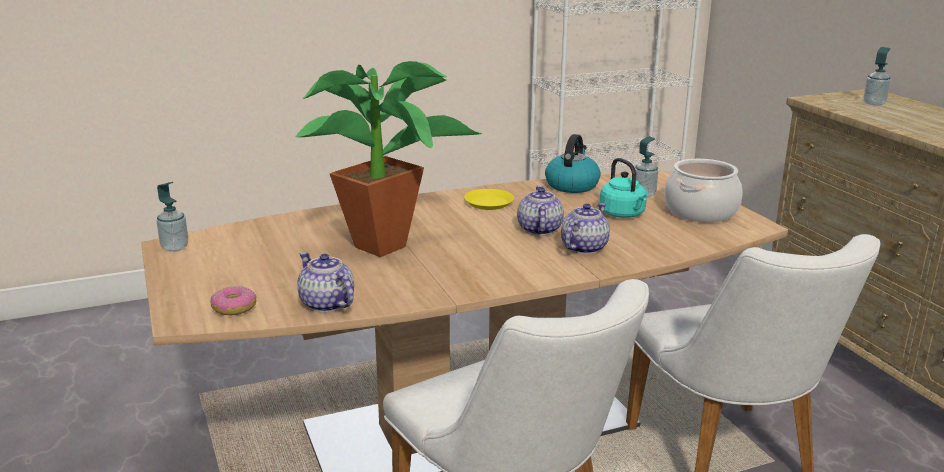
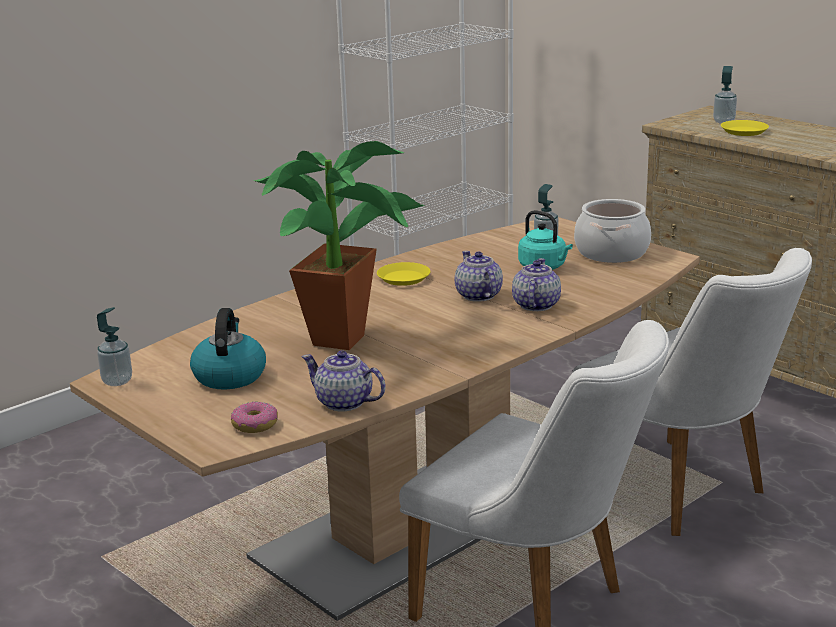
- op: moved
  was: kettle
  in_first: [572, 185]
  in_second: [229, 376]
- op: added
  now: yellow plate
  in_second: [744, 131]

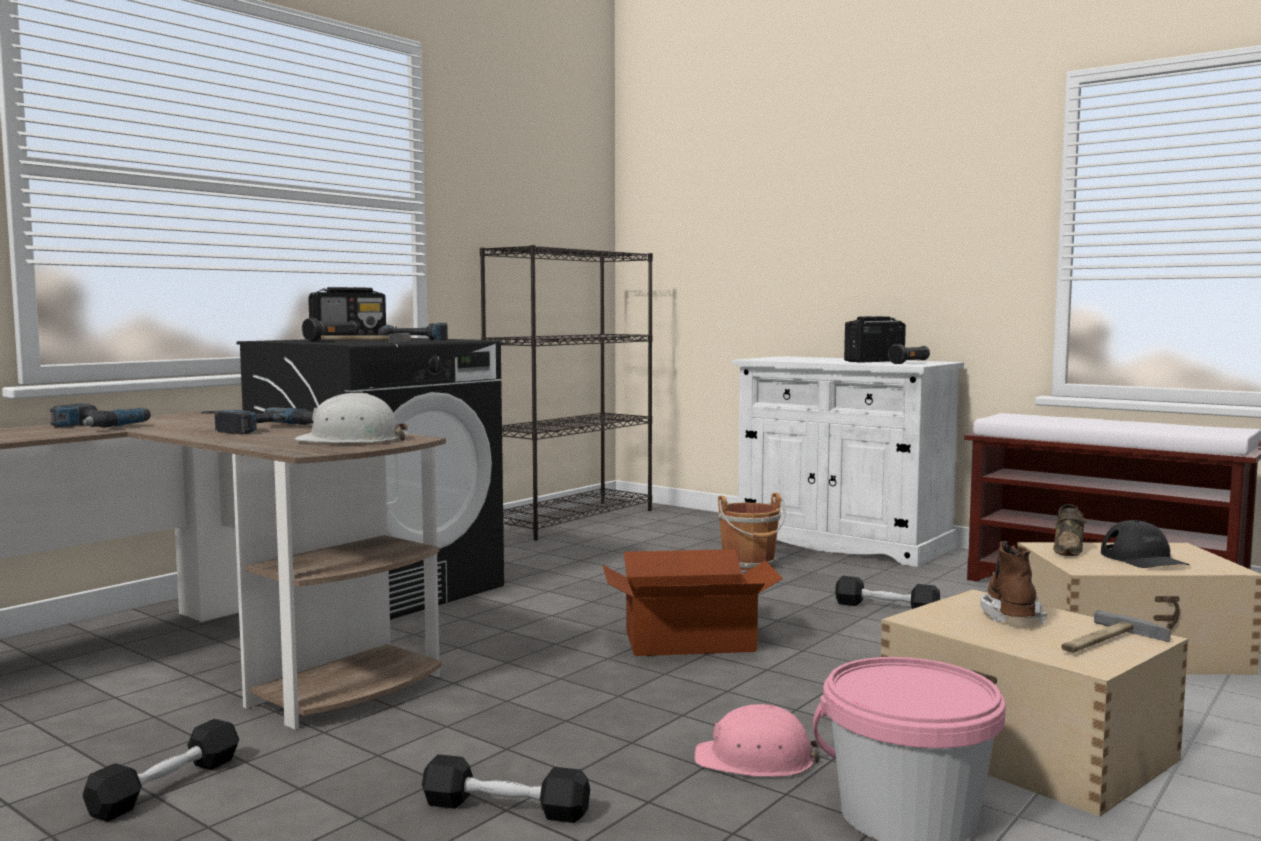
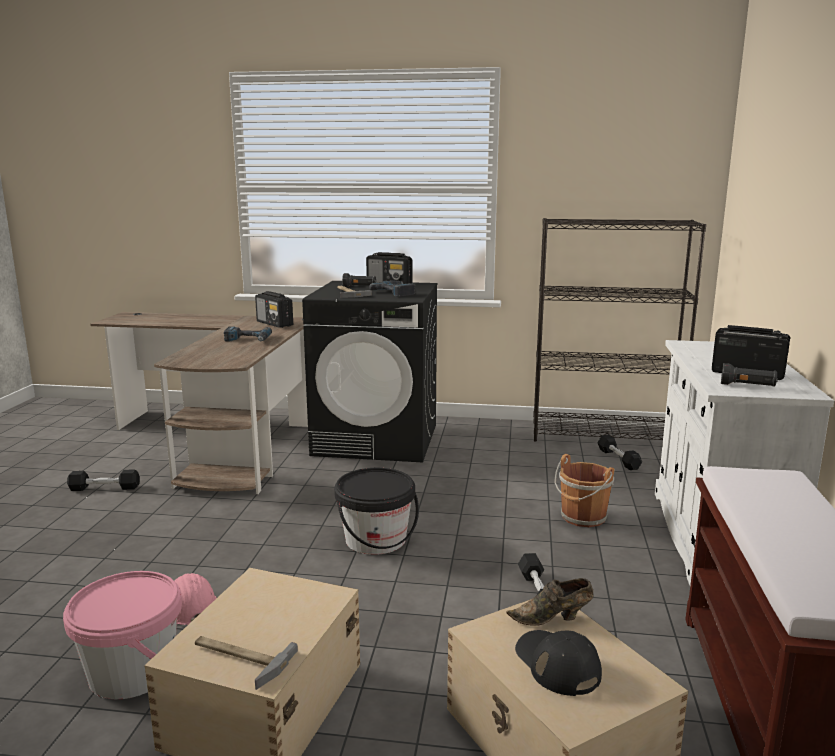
- op: removed
  was: power drill
  in_first: [92, 427]
- op: removed
  was: white hard hat
  in_first: [350, 440]
- op: moved
  was: black dumbbell
  in_first: [505, 808]
  in_second: [618, 459]
- op: replaced
  was: cardboard box
  now: black bucket
  in_first: [688, 641]
  in_second: [376, 539]
- op: removed
  was: brown boot
  in_first: [1011, 614]
- op: turned
  was: black cap
  in_first: [1143, 559]
  in_second: [557, 664]
  clockwise: 105
- op: added
  now: radio
  in_second: [275, 324]

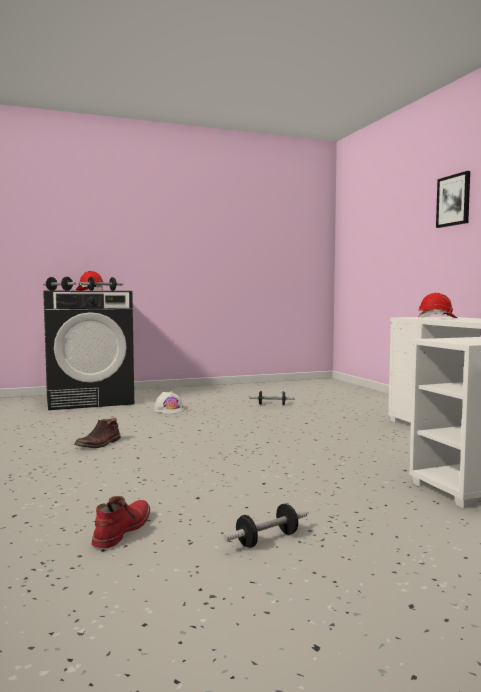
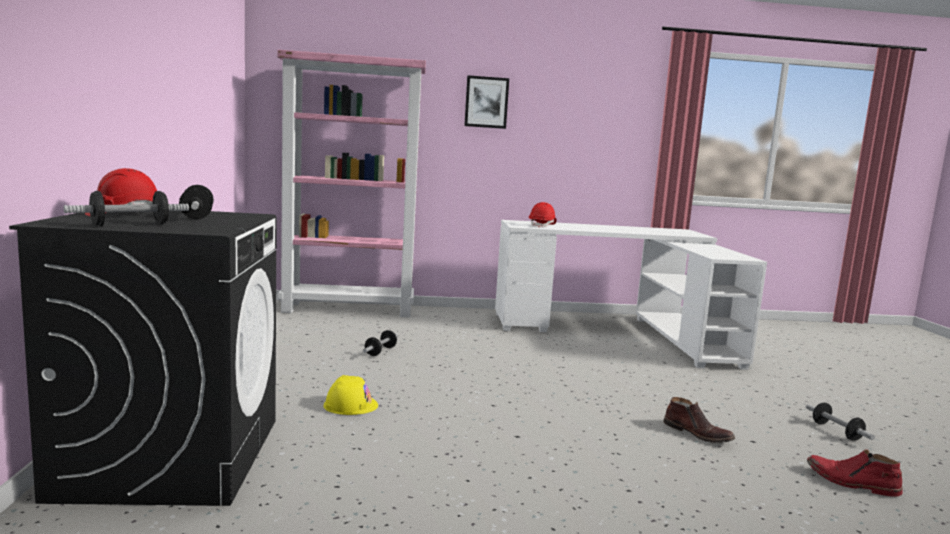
- op: moved
  was: brown boot
  in_first: [99, 444]
  in_second: [698, 433]
- op: recoloured
  was: white hard hat
  now: yellow hard hat
  in_first: [169, 410]
  in_second: [350, 405]
- op: added
  now: pink bookcase
  in_second: [349, 309]

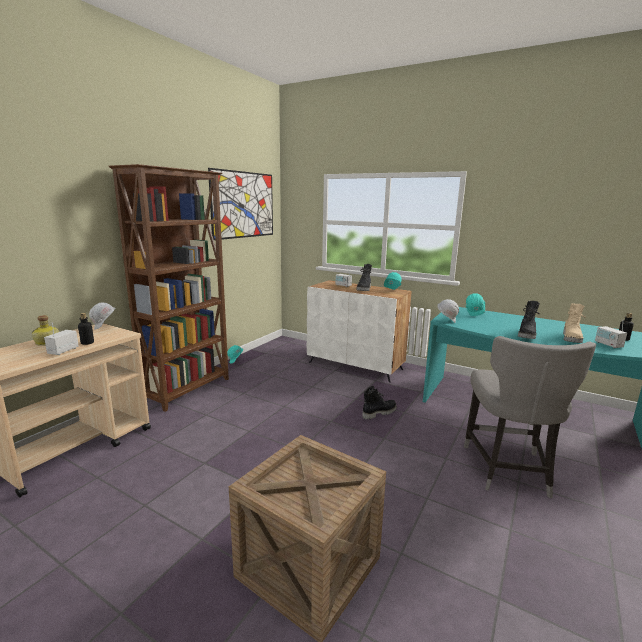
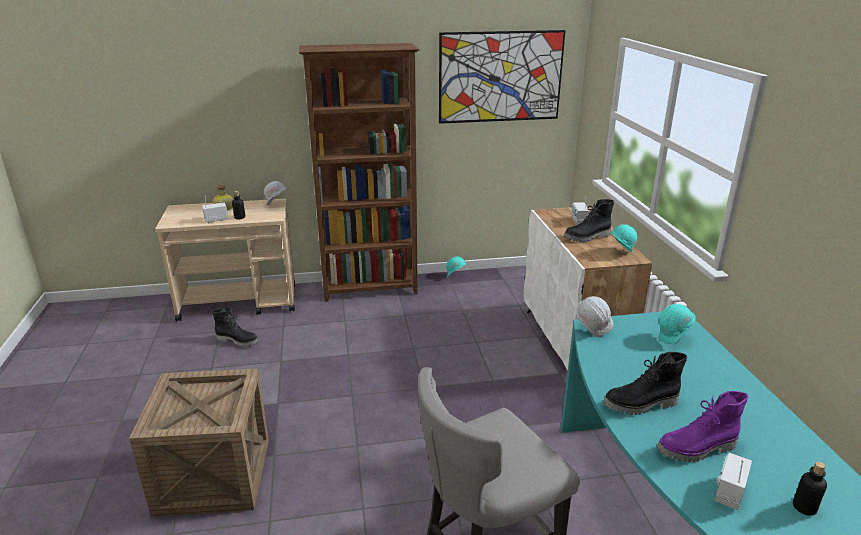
- op: moved
  was: black boot
  in_first: [379, 413]
  in_second: [238, 341]
- op: recoloured
  was: beige boot
  now: purple boot
  in_first: [572, 339]
  in_second: [697, 450]

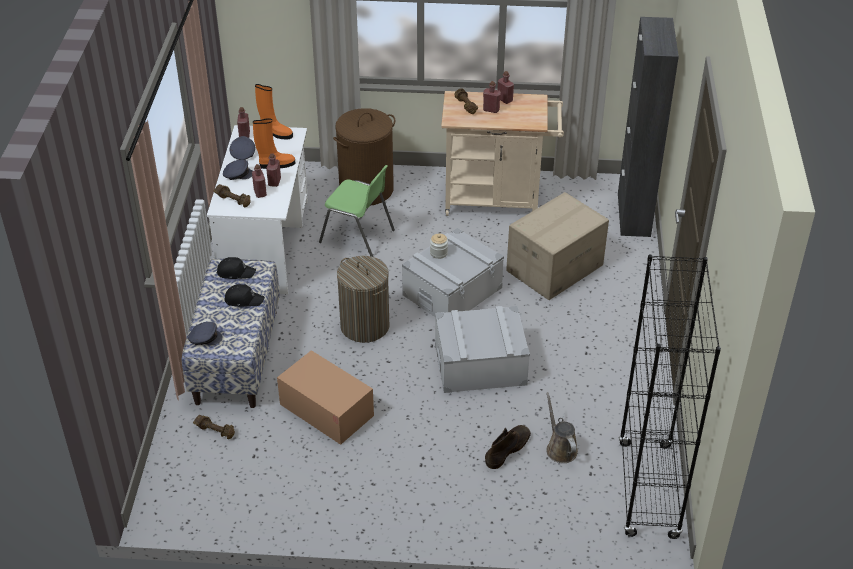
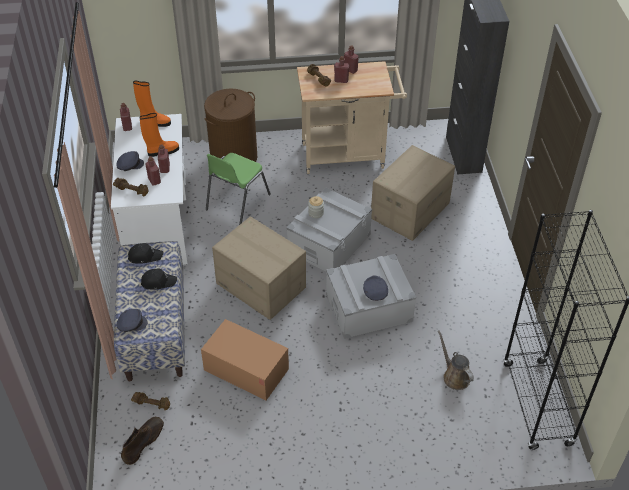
- op: moved
  was: grey cap
  in_first: [243, 153]
  in_second: [374, 292]
- op: turned
  was: green chair
  in_first: [358, 236]
  in_second: [236, 202]
  clockwise: 105
- op: replaced
  was: laundry basket
  now: cardboard box
  in_first: [365, 326]
  in_second: [261, 285]
- op: moved
  was: brown boot
  in_first: [508, 449]
  in_second: [143, 442]

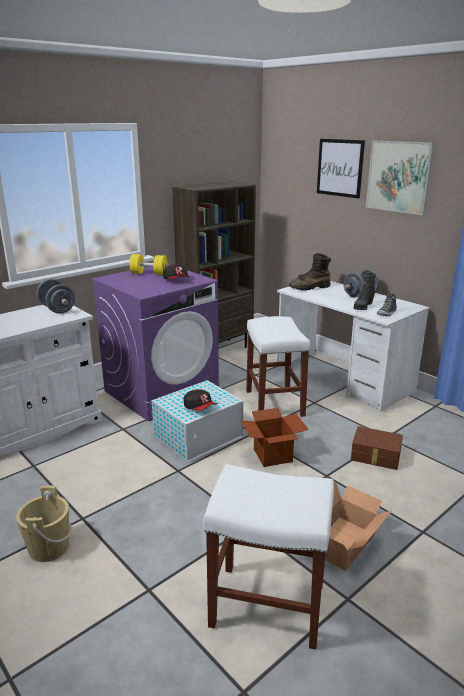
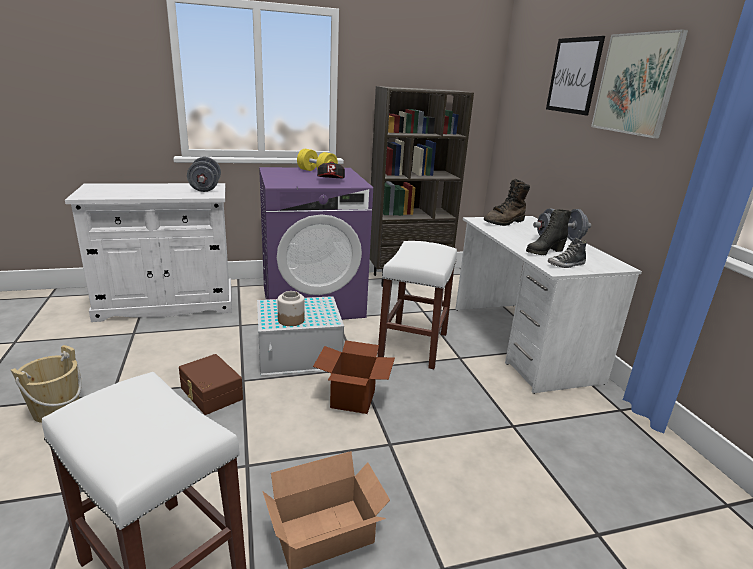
- op: replaced
  was: cap
  now: jar
  in_first: [200, 408]
  in_second: [291, 320]
- op: turned
  was: brown boot
  in_first: [310, 288]
  in_second: [505, 222]
  clockwise: -45
- op: moved
  was: brown storage box
  in_first: [375, 456]
  in_second: [210, 394]

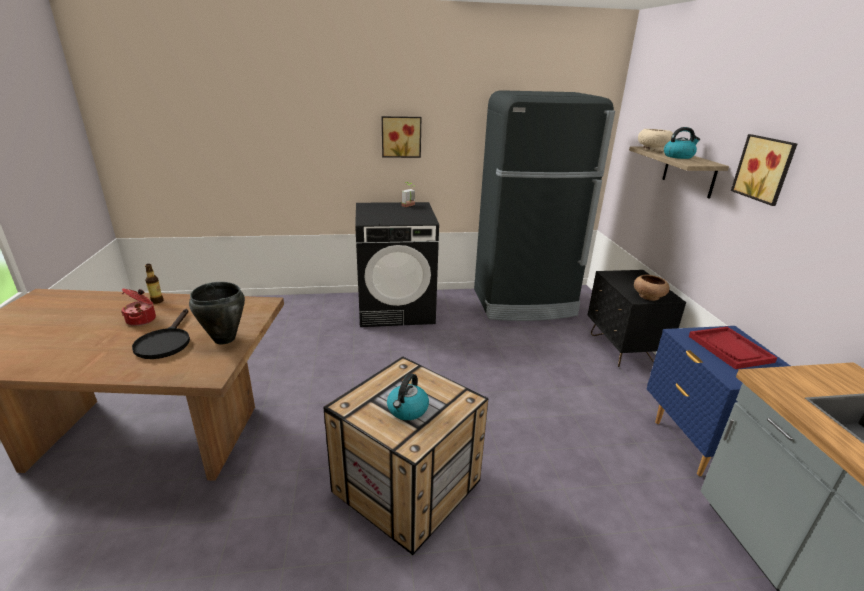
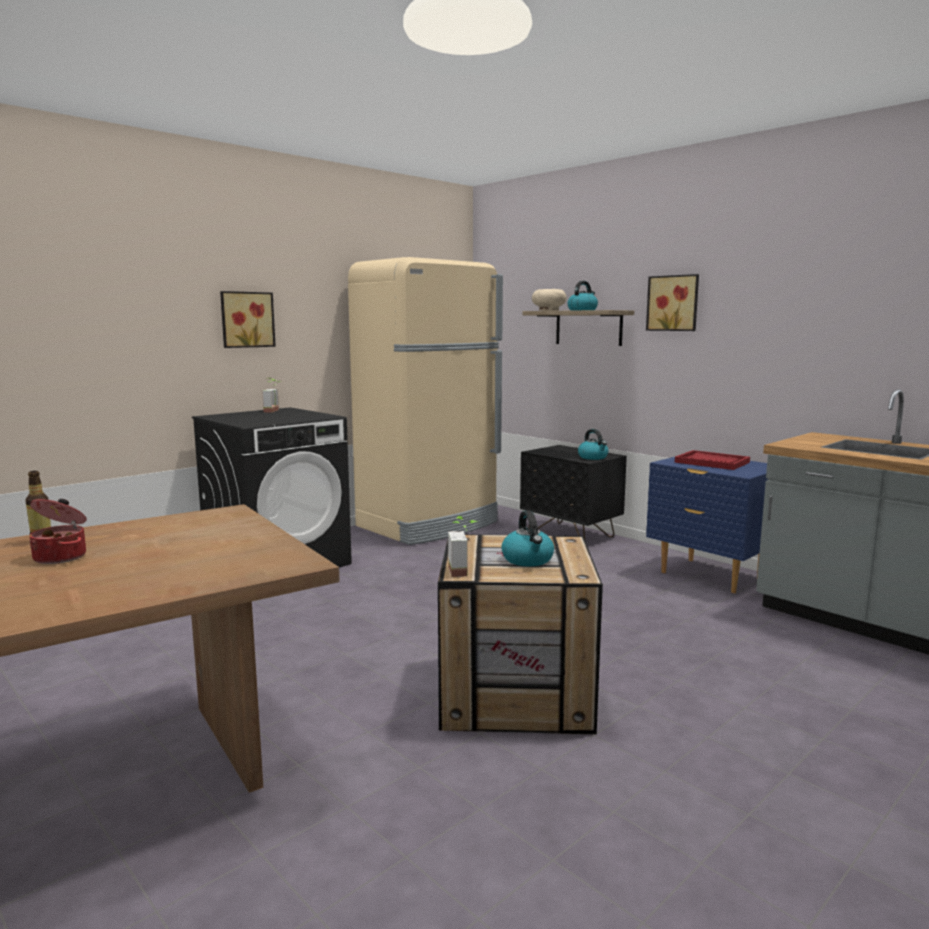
- op: removed
  was: black frying pan
  in_first: [165, 342]
- op: removed
  was: black cooking pot
  in_first: [224, 339]
- op: recoloured
  was: black fridge
  now: beige fridge
  in_first: [524, 303]
  in_second: [429, 525]
- op: replaced
  was: brown bowl
  now: kettle
  in_first: [648, 296]
  in_second: [593, 457]
- op: added
  now: potted plant
  in_second: [464, 570]

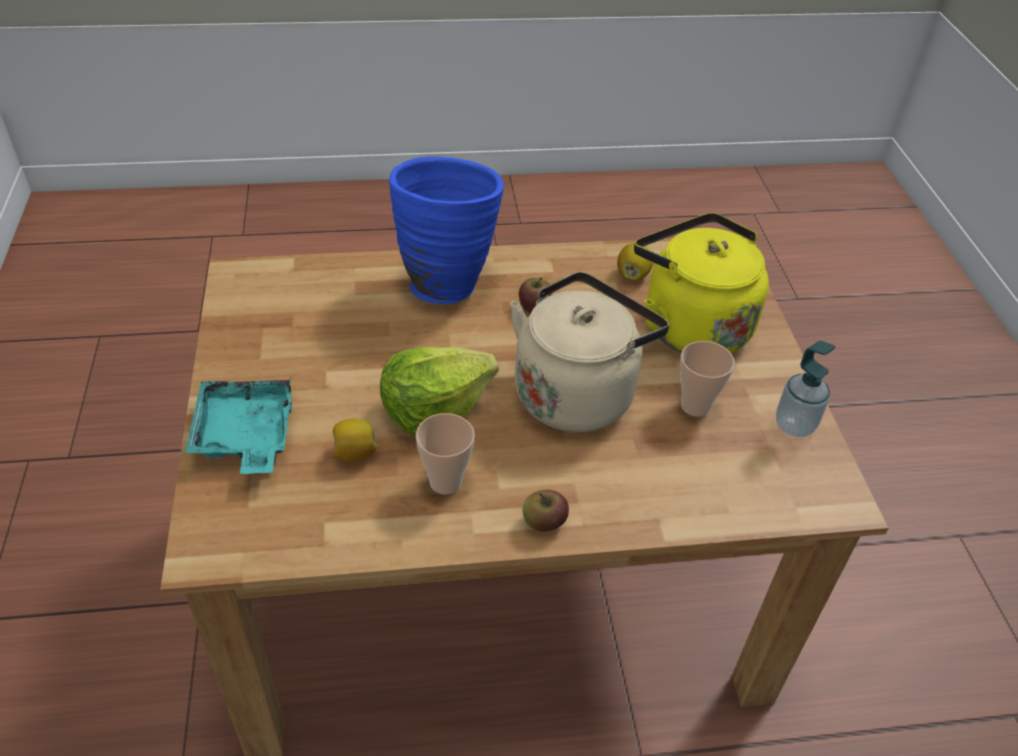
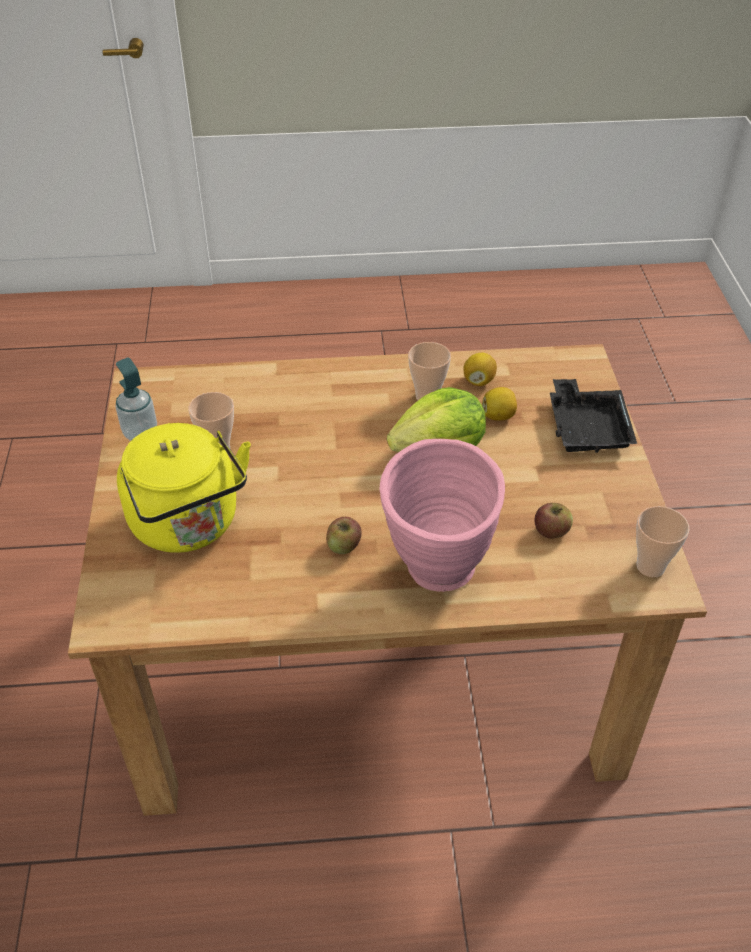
- op: recoloured
  was: turquoise tray
  now: black tray
  in_first: [245, 436]
  in_second: [587, 428]
- op: recoloured
  was: blue vase
  now: pink vase
  in_first: [446, 281]
  in_second: [437, 578]
- op: removed
  was: beige kettle
  in_first: [577, 392]
- op: moved
  was: apple
  in_first: [544, 522]
  in_second: [551, 531]
- op: moved
  was: lemon
  in_first: [633, 274]
  in_second: [478, 380]
- op: added
  now: cup
  in_second: [650, 566]

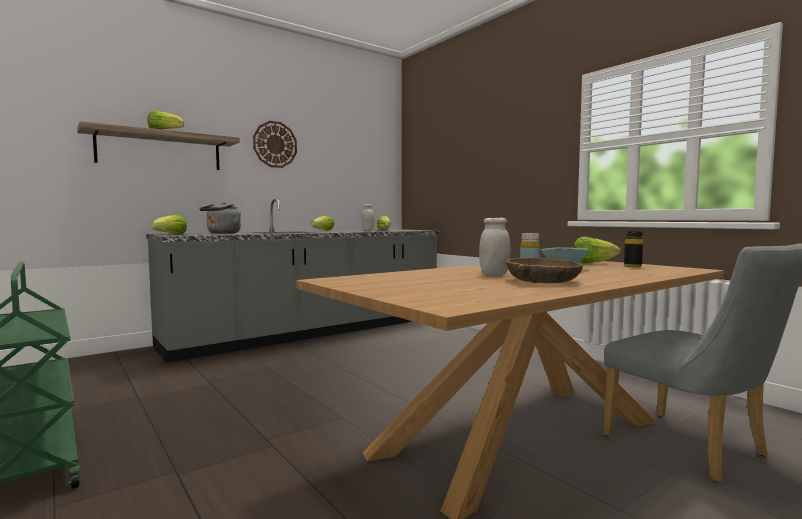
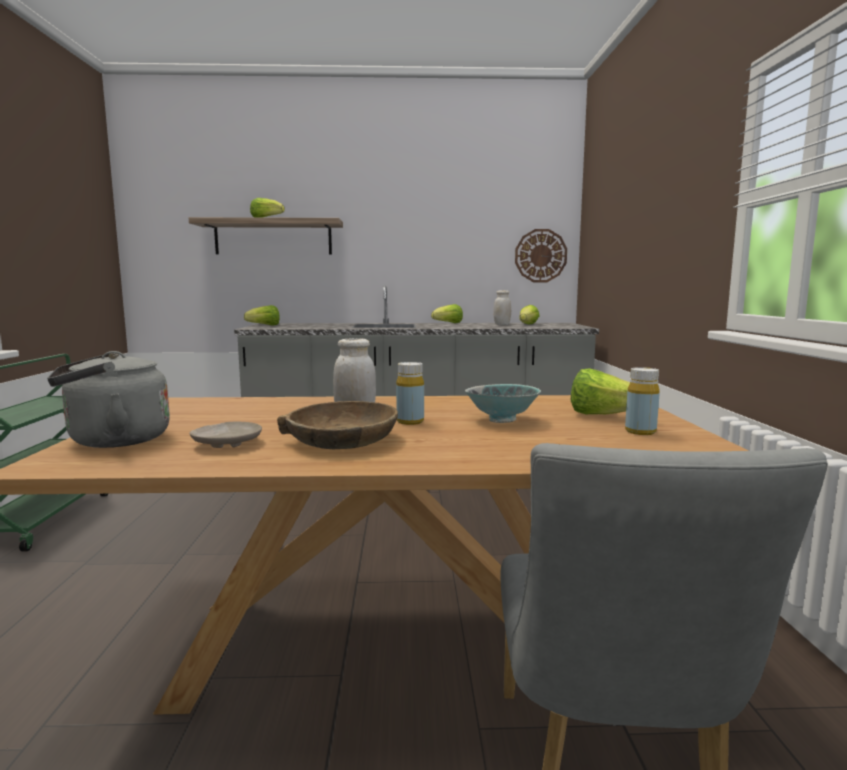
- op: moved
  was: grey kettle
  in_first: [222, 233]
  in_second: [113, 441]
- op: moved
  was: wall clock
  in_first: [275, 144]
  in_second: [540, 255]
- op: recoloured
  was: black bottle
  now: yellow bottle
  in_first: [632, 266]
  in_second: [640, 431]
- op: added
  now: beige plate
  in_second: [227, 443]

